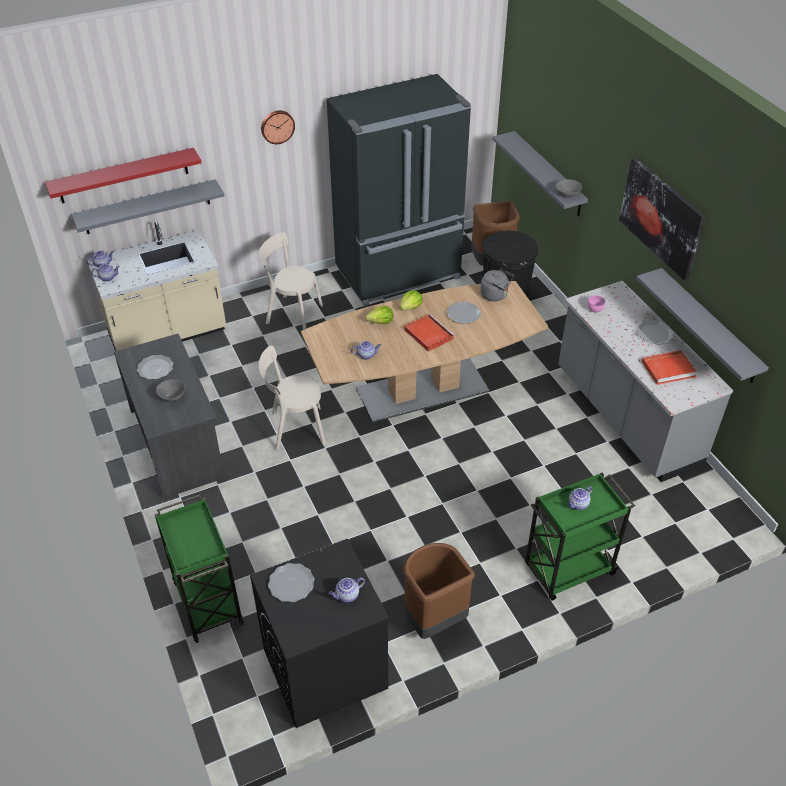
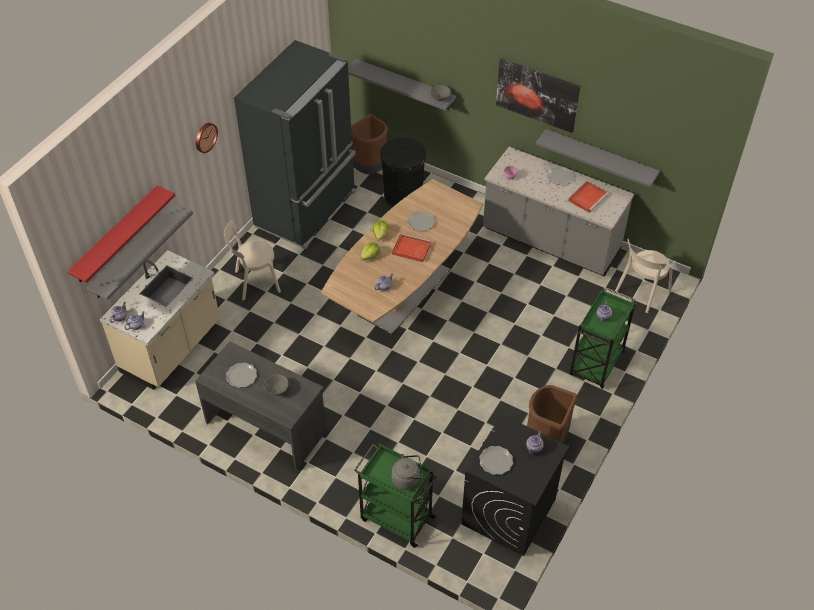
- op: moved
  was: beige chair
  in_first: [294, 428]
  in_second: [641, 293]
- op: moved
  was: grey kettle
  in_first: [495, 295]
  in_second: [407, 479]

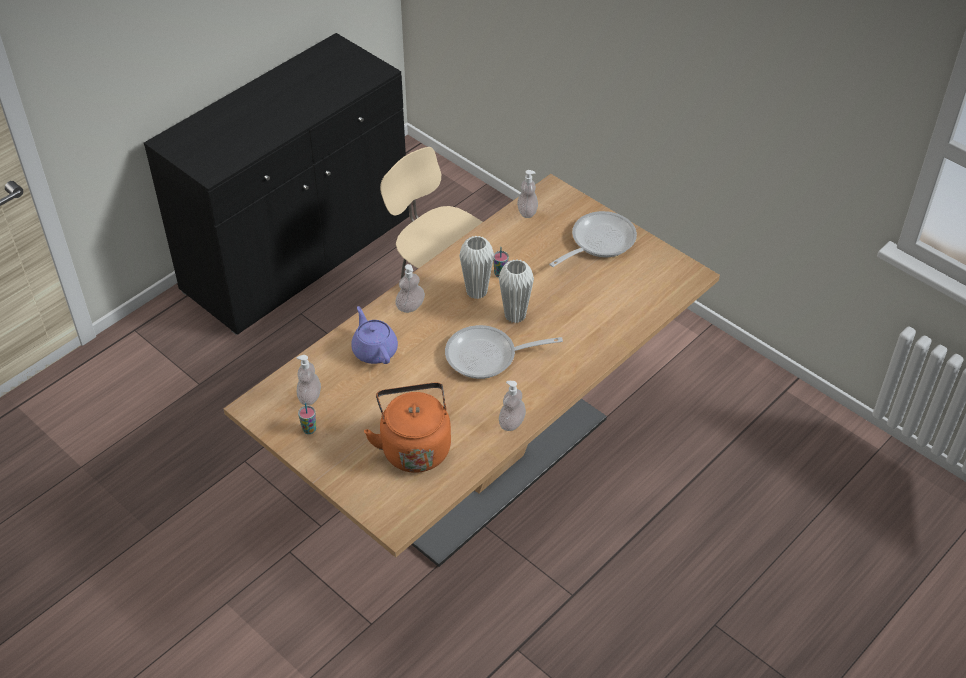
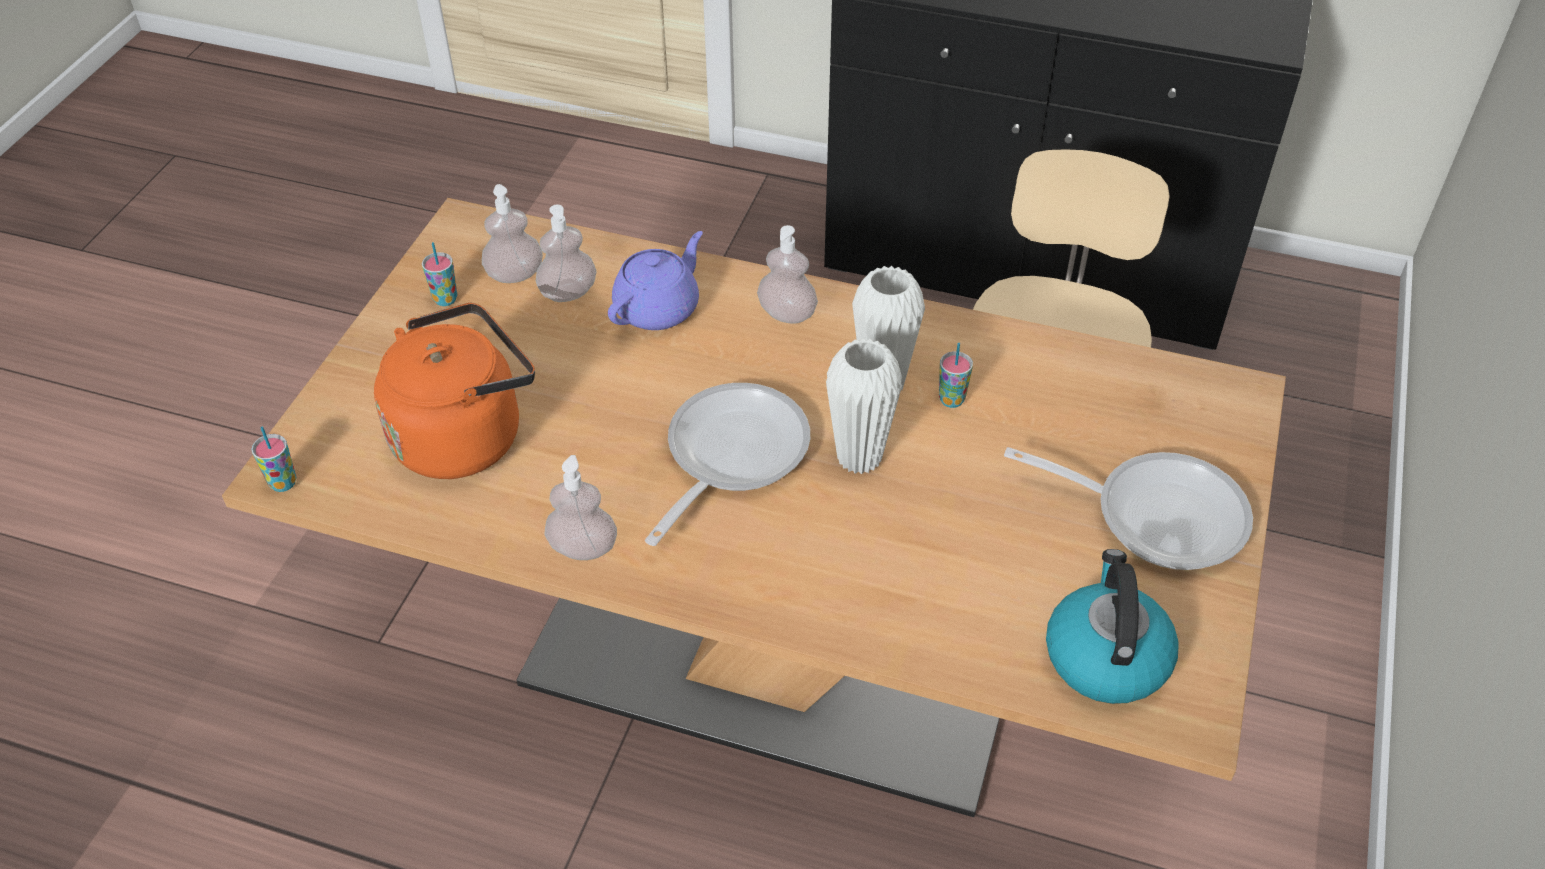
- op: turned
  was: frying pan
  in_first: [487, 356]
  in_second: [730, 455]
  clockwise: 60
- op: moved
  was: soap dispenser
  in_first: [527, 212]
  in_second: [568, 292]
- op: added
  now: cup
  in_second: [283, 483]
- op: added
  now: kettle
  in_second: [1105, 656]

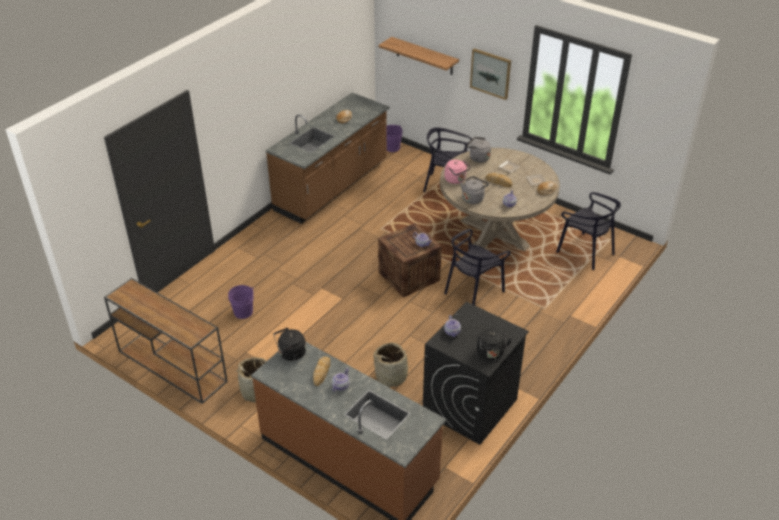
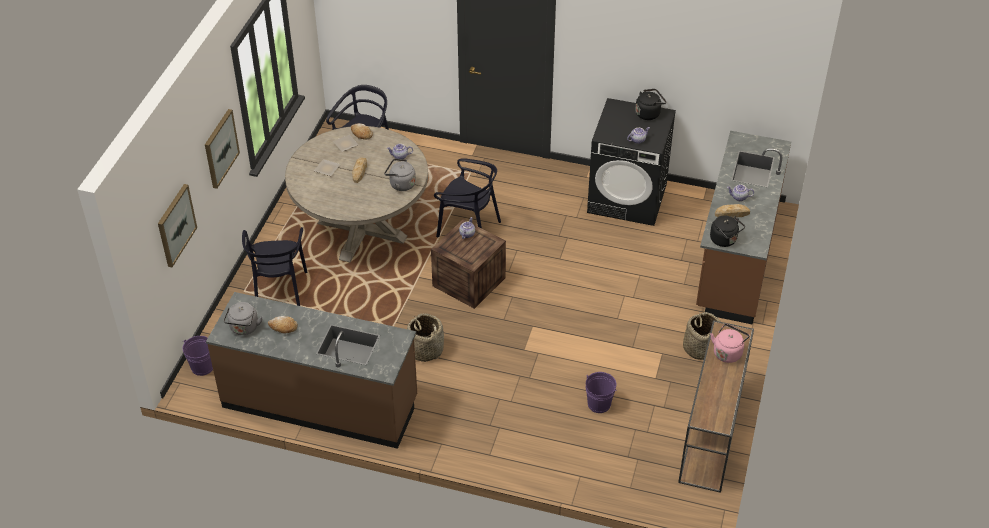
- op: moved
  was: basket
  in_first: [391, 376]
  in_second: [425, 349]
- op: replaced
  was: shelf
  now: picture
  in_first: [424, 56]
  in_second: [176, 225]
- op: moved
  was: pink kettle
  in_first: [456, 180]
  in_second: [728, 352]
- op: moved
  was: grey kettle
  in_first: [478, 158]
  in_second: [244, 328]

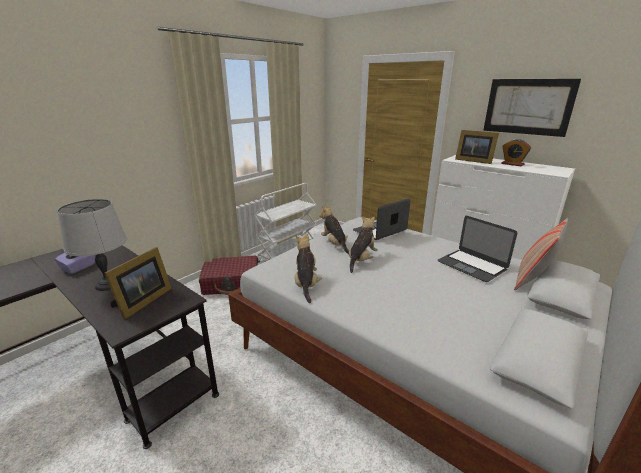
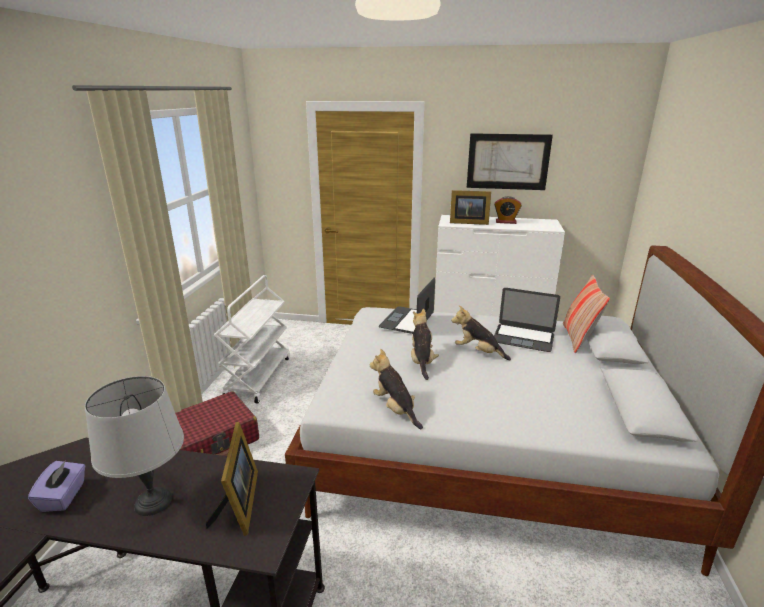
- op: moved
  was: plush toy
  in_first: [334, 244]
  in_second: [478, 352]

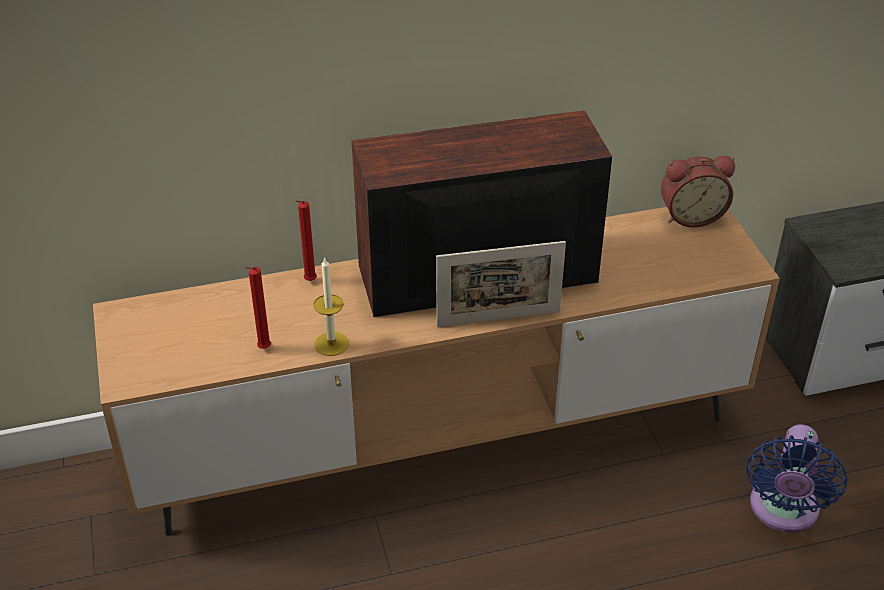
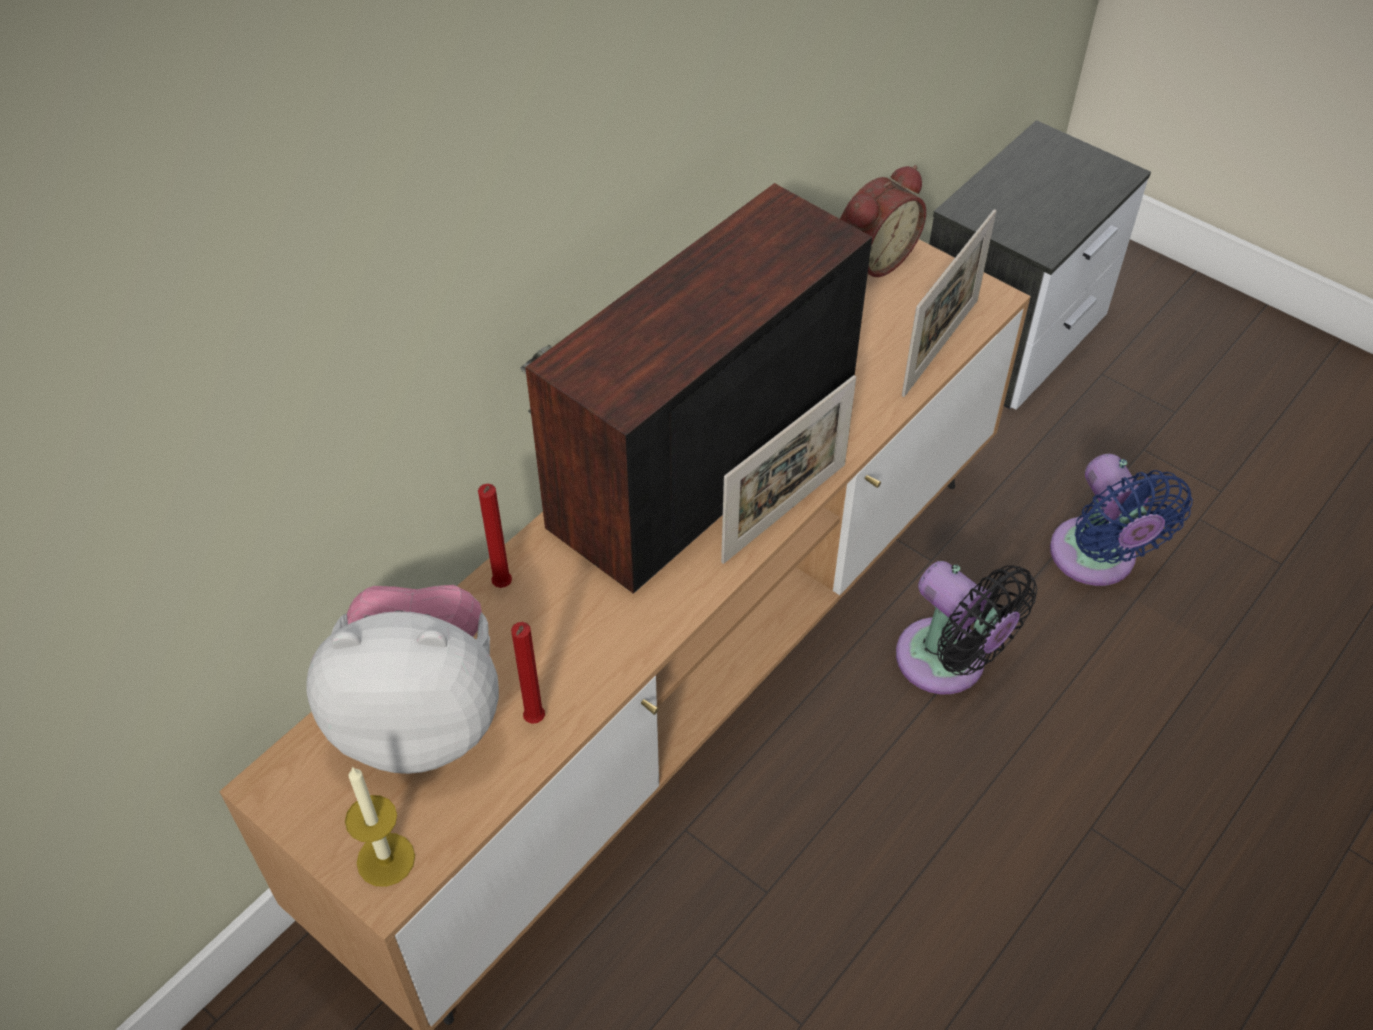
- op: moved
  was: candle
  in_first: [331, 344]
  in_second: [386, 859]
- op: added
  now: plush toy
  in_second: [421, 717]
- op: added
  now: black fan
  in_second: [948, 664]
- op: added
  now: picture frame
  in_second: [940, 347]

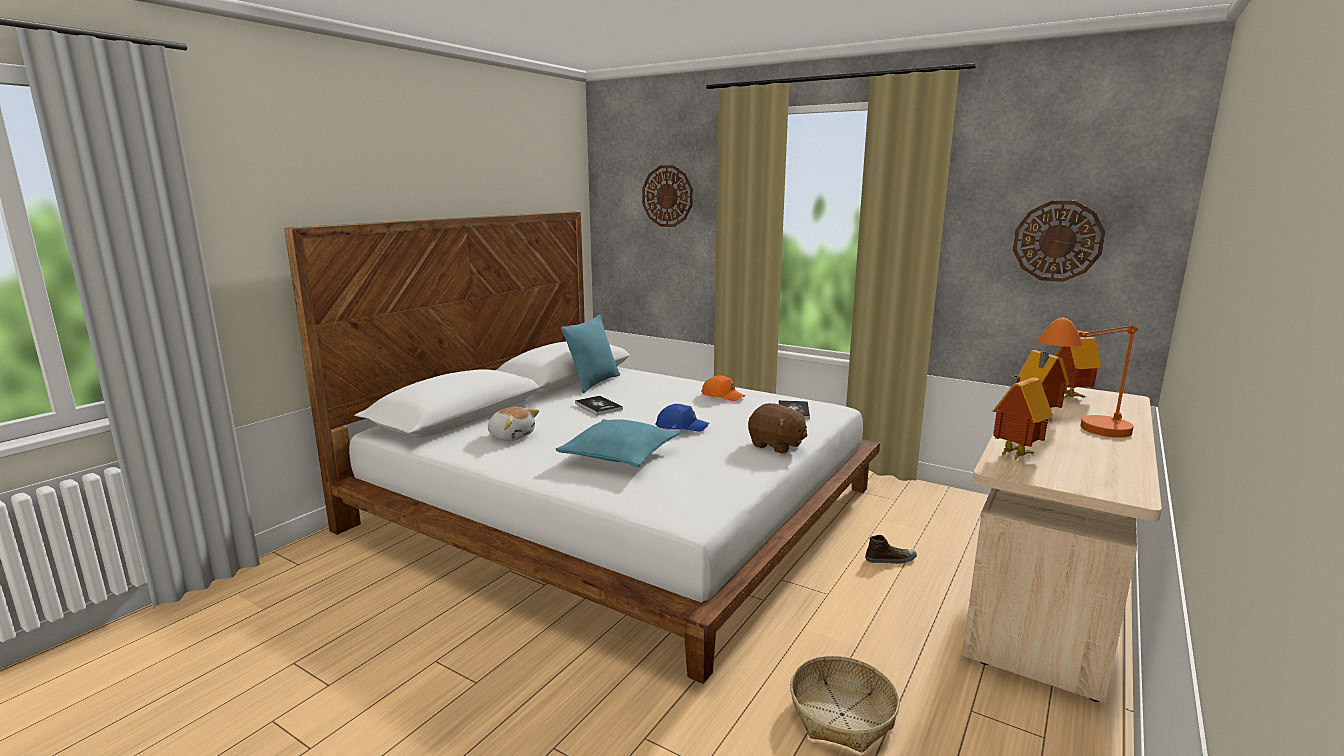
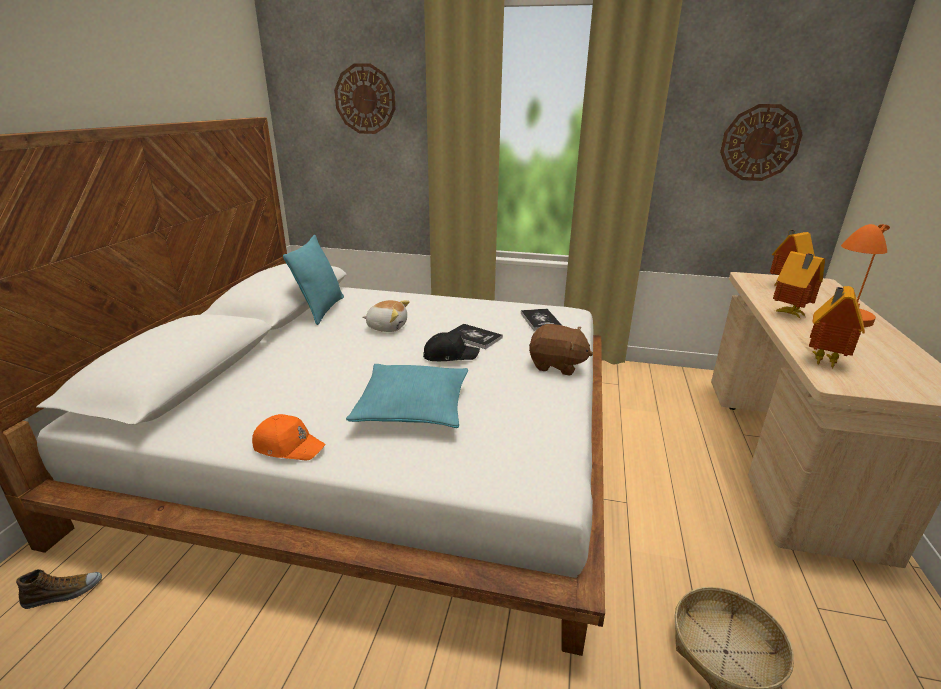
- op: moved
  was: plush toy
  in_first: [512, 436]
  in_second: [387, 327]
- op: moved
  was: book
  in_first: [598, 406]
  in_second: [474, 337]
- op: recoloured
  was: blue cap
  now: black cap
  in_first: [681, 426]
  in_second: [450, 355]
- op: moved
  was: orange cap
  in_first: [722, 395]
  in_second: [288, 446]
- op: moved
  was: shoe
  in_first: [890, 559]
  in_second: [63, 593]

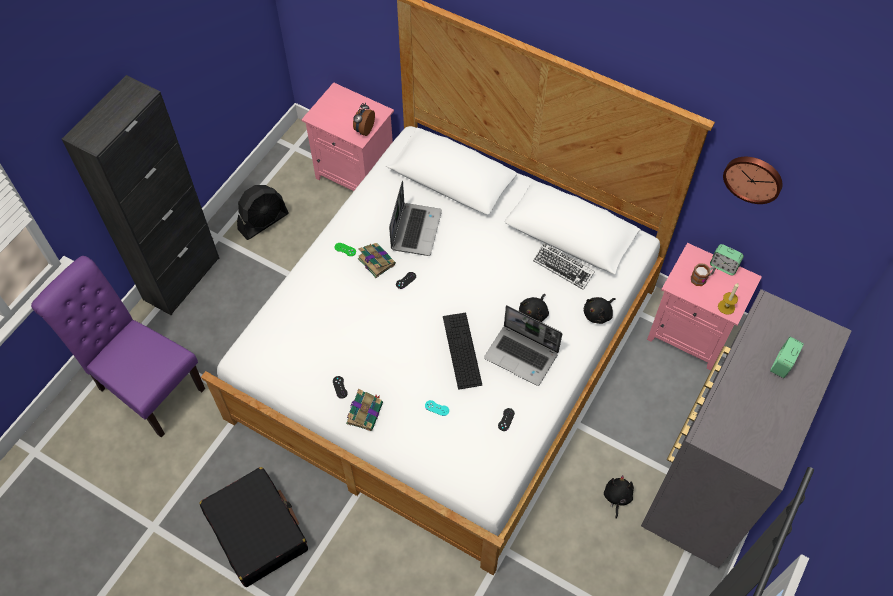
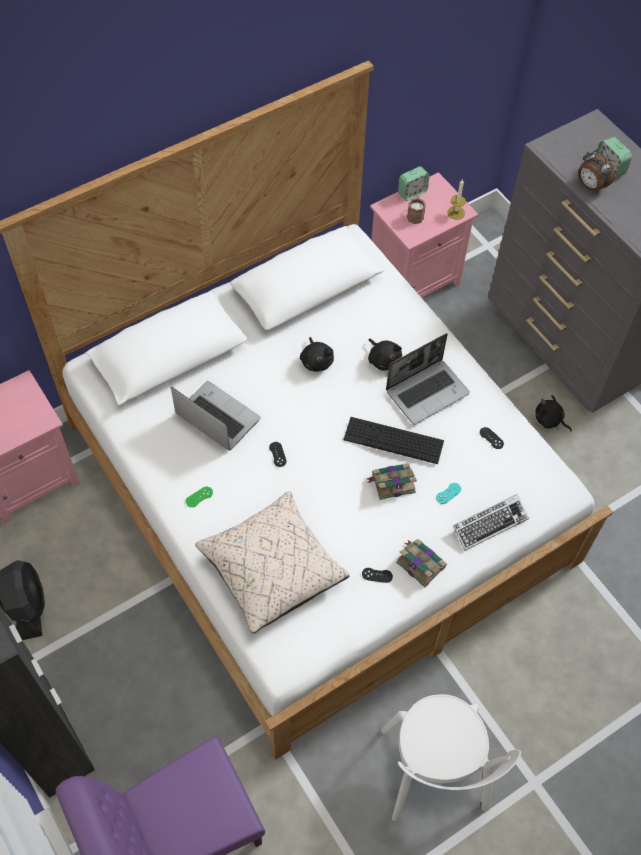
- op: replaced
  was: black suitcase
  now: white chair
  in_first: [257, 530]
  in_second: [434, 775]
- op: moved
  was: alarm clock
  in_first: [364, 130]
  in_second: [590, 186]
- op: moved
  was: book
  in_first: [376, 261]
  in_second: [392, 483]
- op: moved
  was: keyboard
  in_first: [563, 268]
  in_second: [489, 524]
- op: moved
  was: black plush toy
  in_first: [598, 314]
  in_second: [316, 361]
- op: removed
  was: wall clock
  in_first: [753, 178]
- op: added
  now: beige pillow
  in_second: [272, 569]

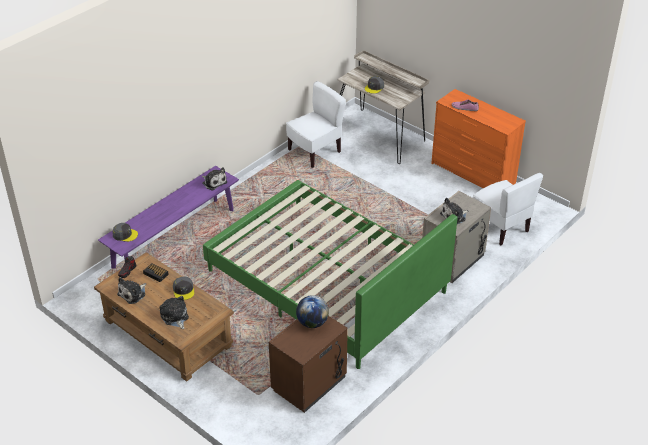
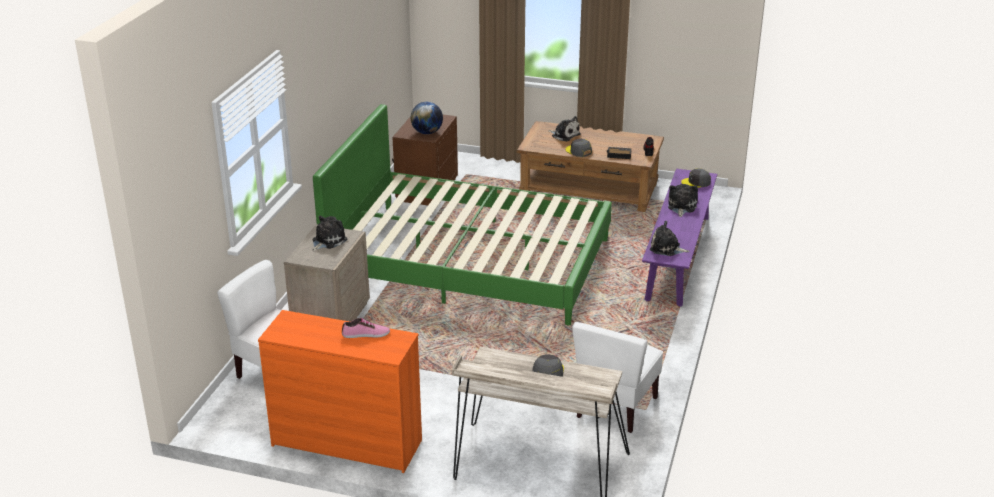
- op: moved
  was: plush toy
  in_first: [133, 294]
  in_second: [681, 207]

